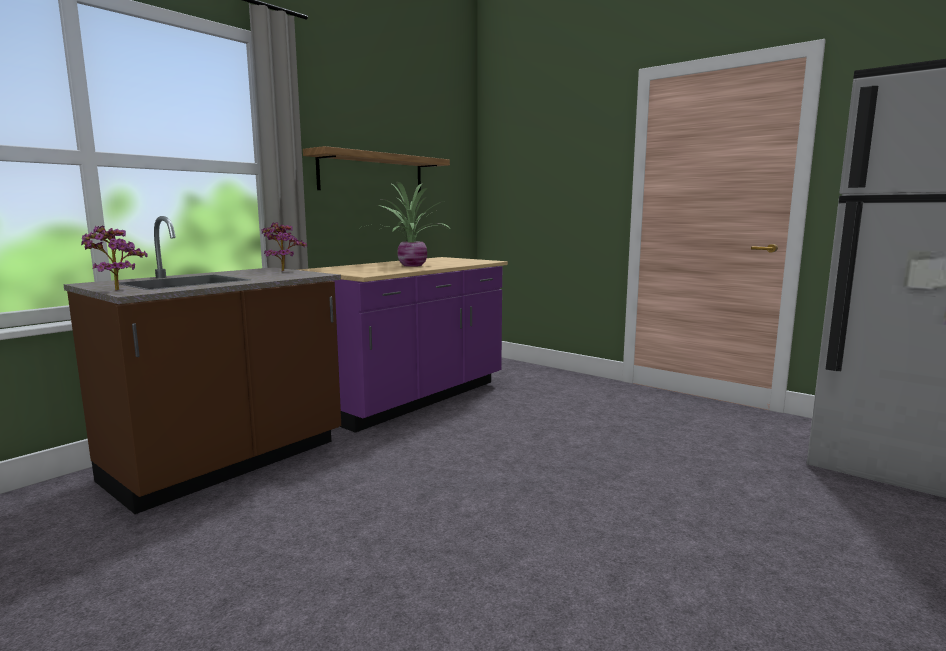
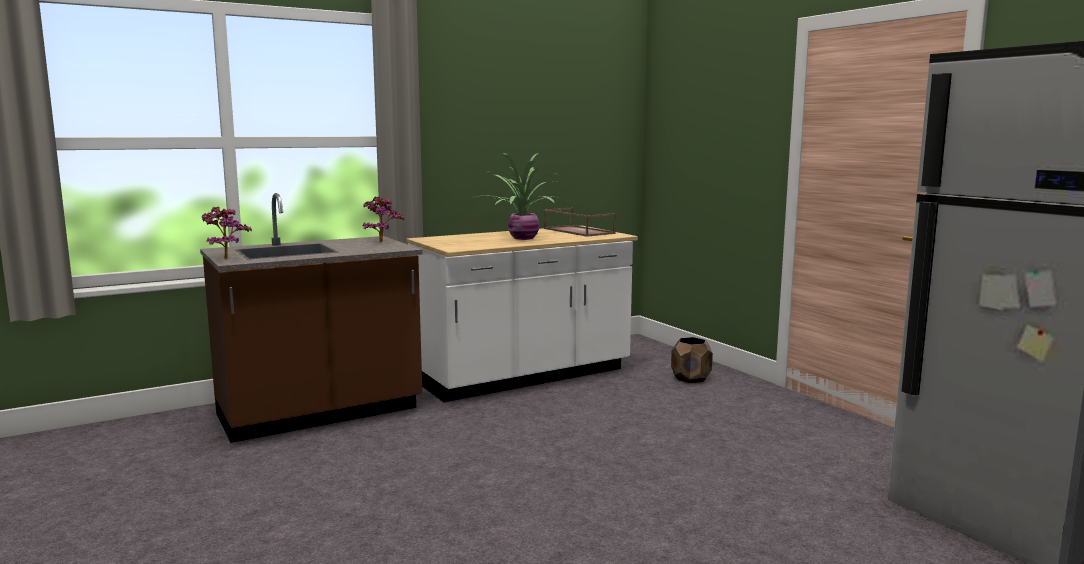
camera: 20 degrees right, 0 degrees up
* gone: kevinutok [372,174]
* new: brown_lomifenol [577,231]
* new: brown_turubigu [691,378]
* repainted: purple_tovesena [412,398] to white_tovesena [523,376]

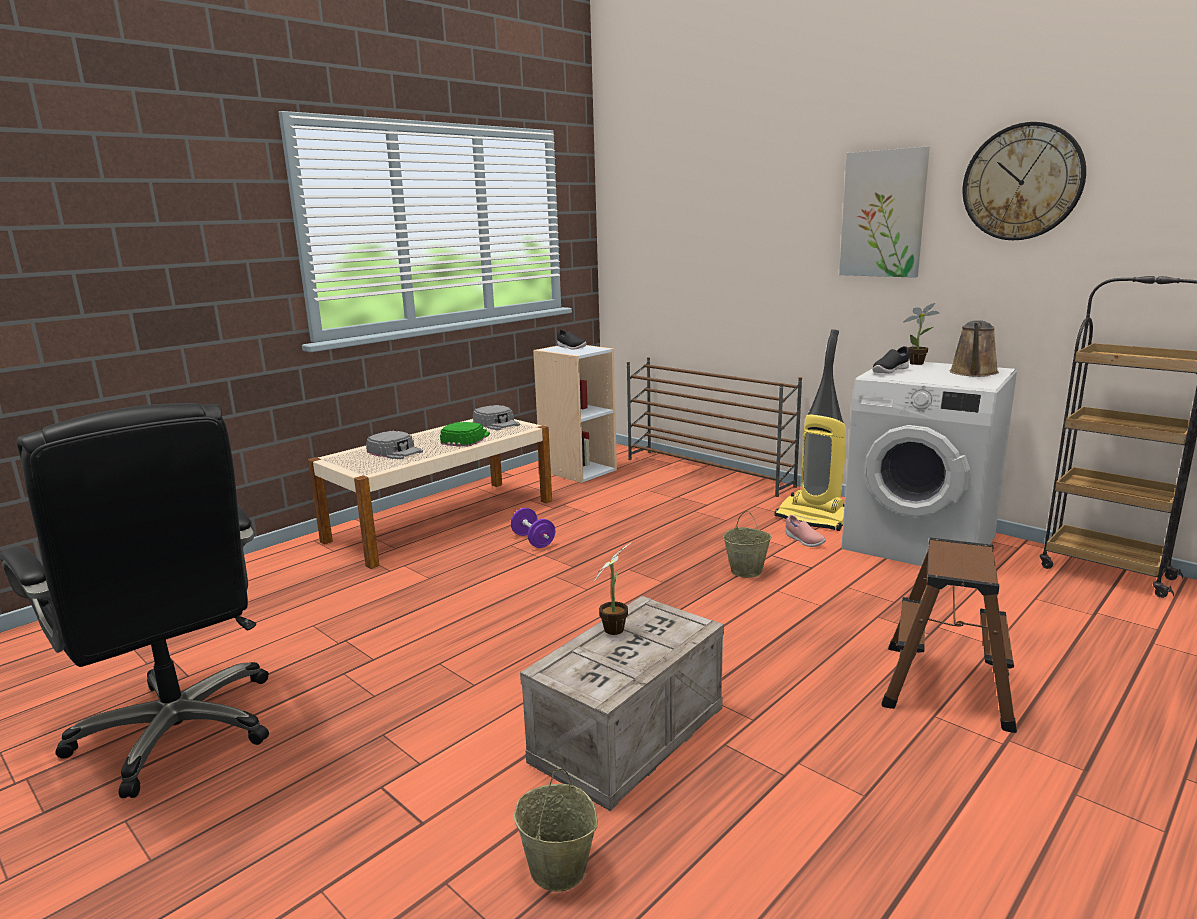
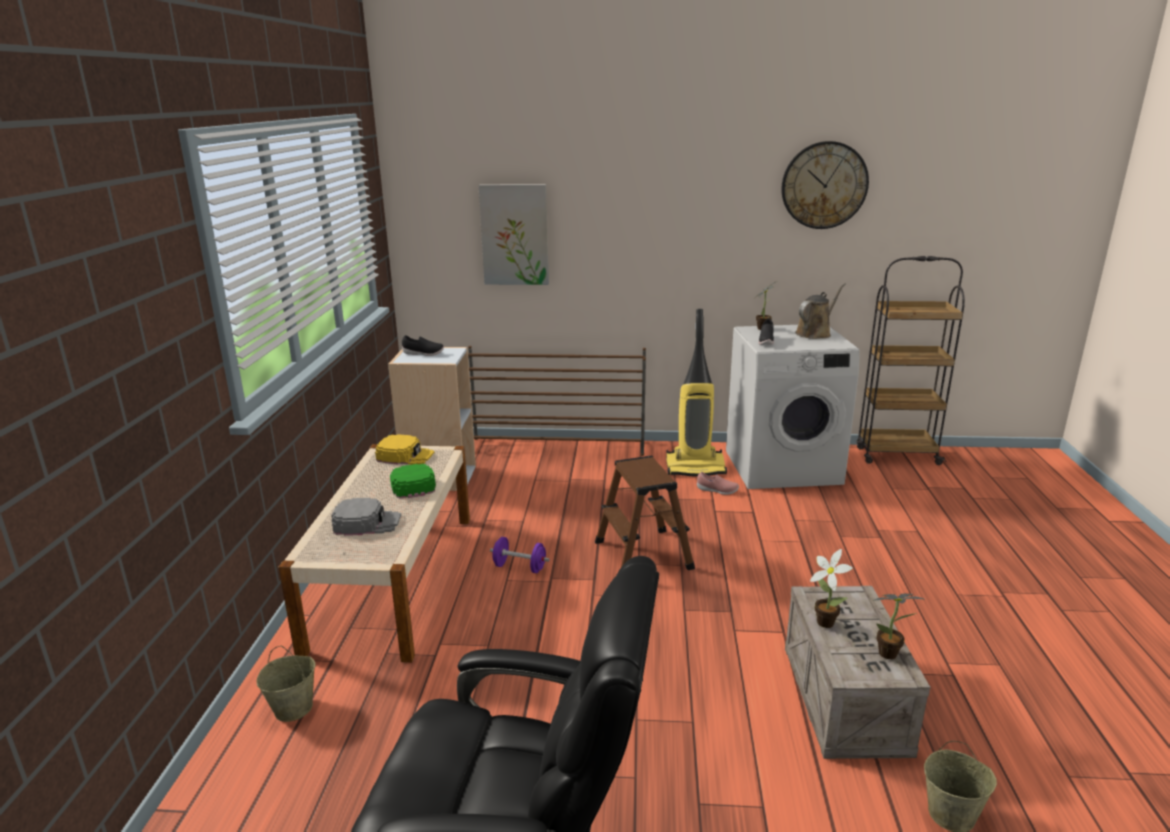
camera: 40 degrees left, 5 degrees up
* new: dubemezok [891,654]
* shifted: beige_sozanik [747,571] to [294,708]
* shifted: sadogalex [883,214] to [515,235]
* shifted: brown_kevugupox [946,686] to [643,555]
* repainted: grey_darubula [497,423] to yellow_darubula [405,456]
* rotated: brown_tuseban [973,373] = [815,333] 120 degrees counterclockwise

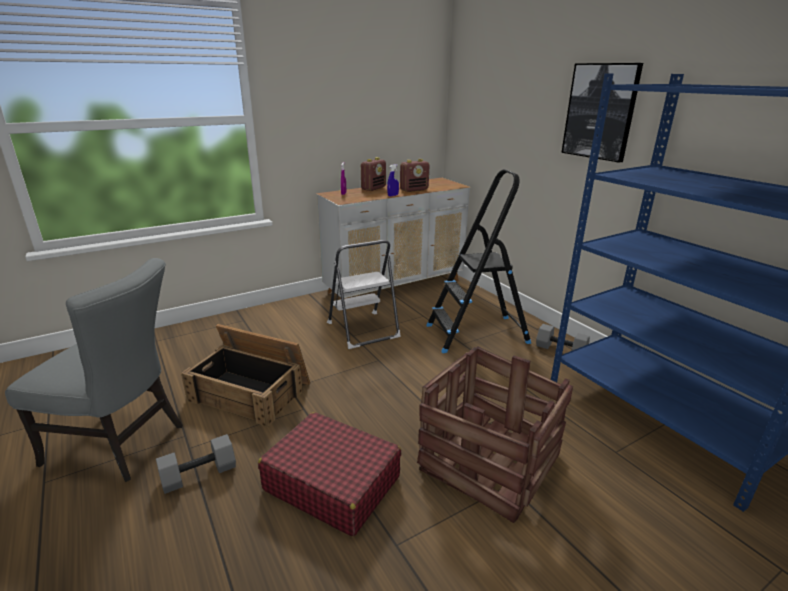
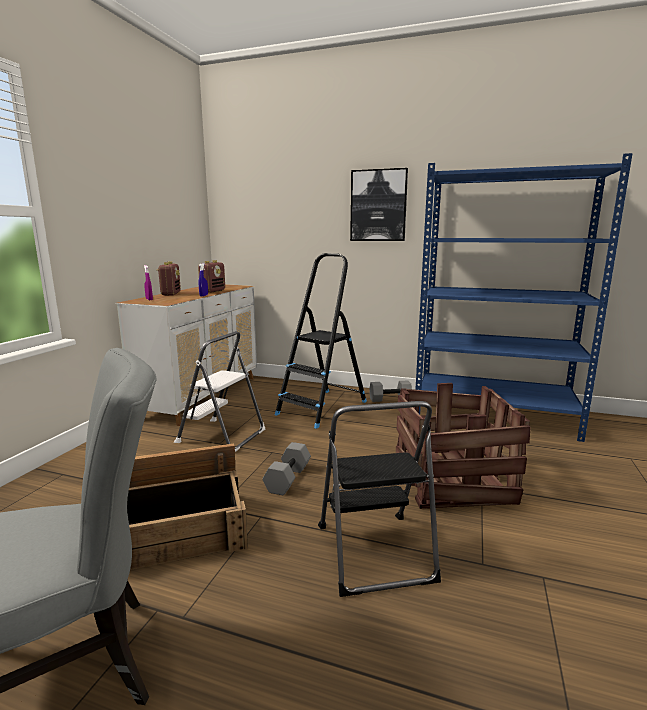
camera: 40 degrees left, 10 degrees down
* shifted: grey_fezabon [199,475] to [288,479]
* swapped: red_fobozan [332,483] to black_kevugupox [375,555]

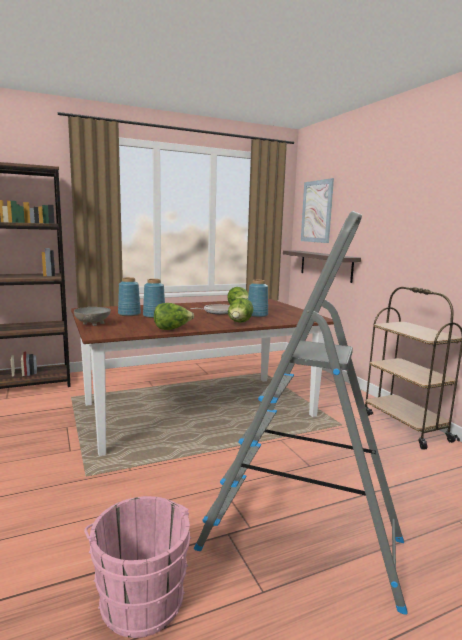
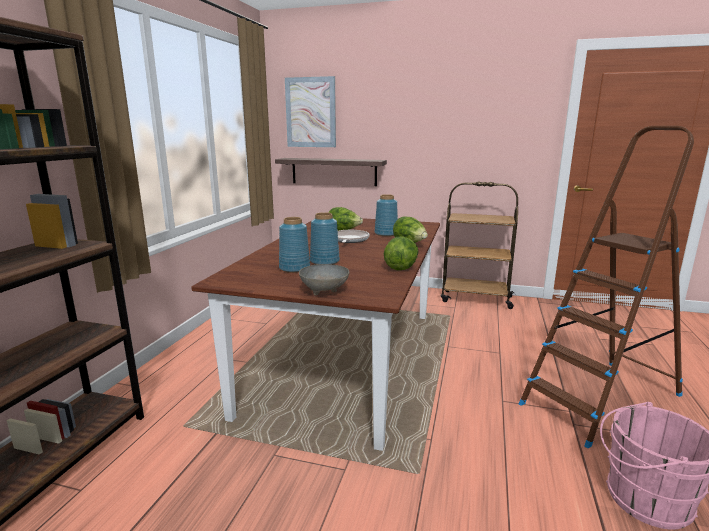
camera: 50 degrees left, 5 degrees up
* repainted: grey_kevugupox [299,544] to brown_kevugupox [601,400]

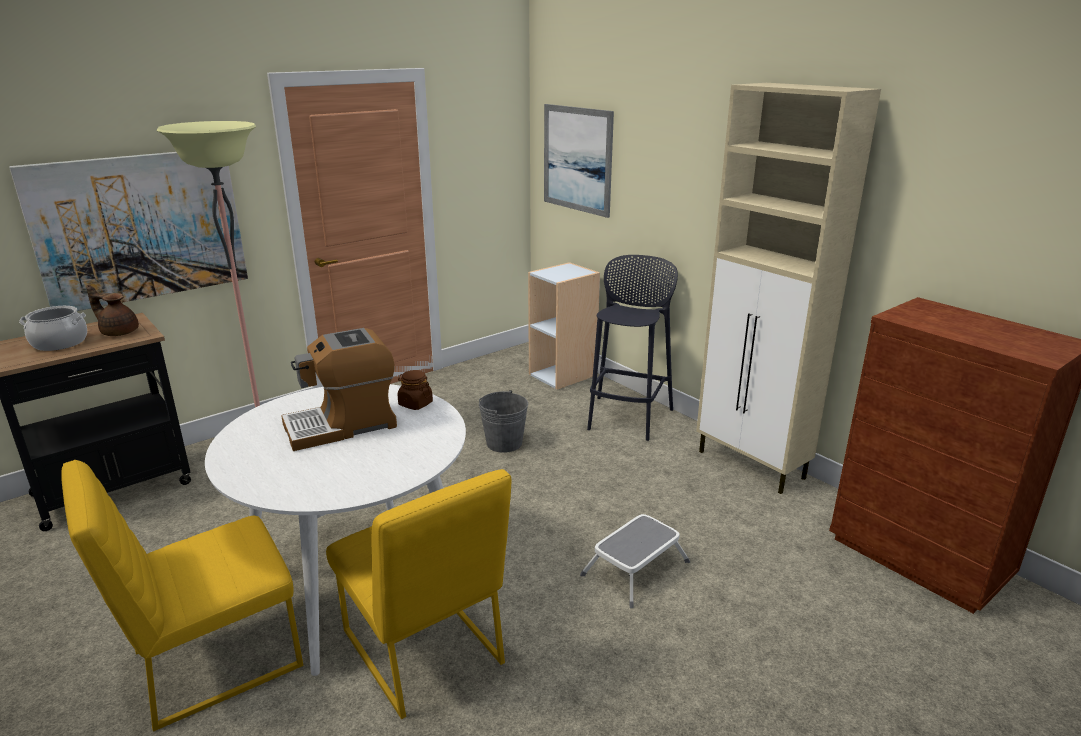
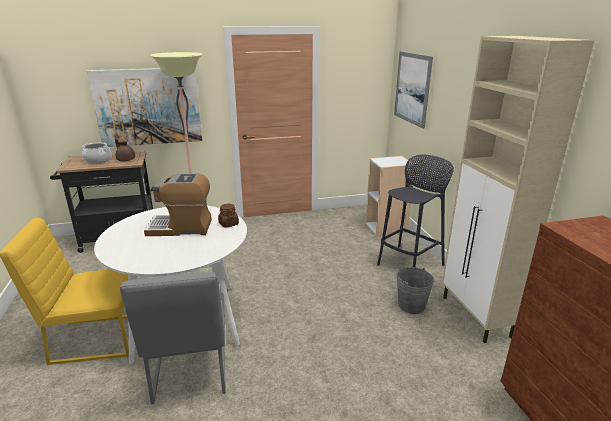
camera: 25 degrees right, 0 degrees up
* gone: grey_kevugupox [635,568]
* shifted: grey_sozanik [504,443] to [411,305]
* repainted: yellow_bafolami [423,650] to grey_bafolami [190,369]

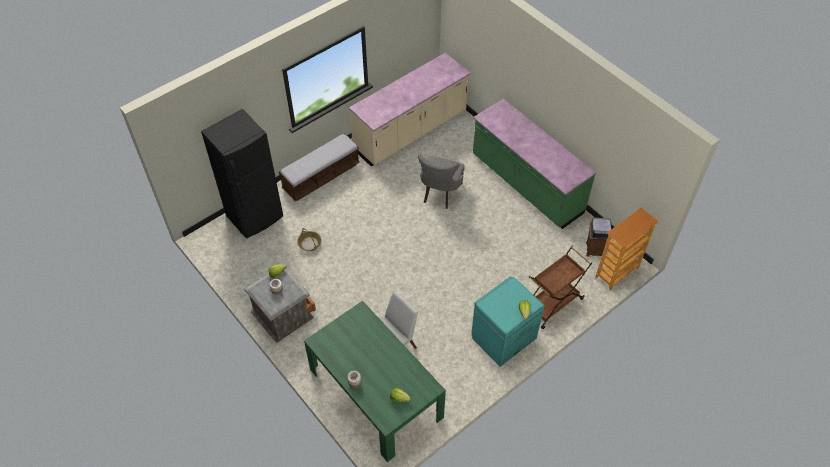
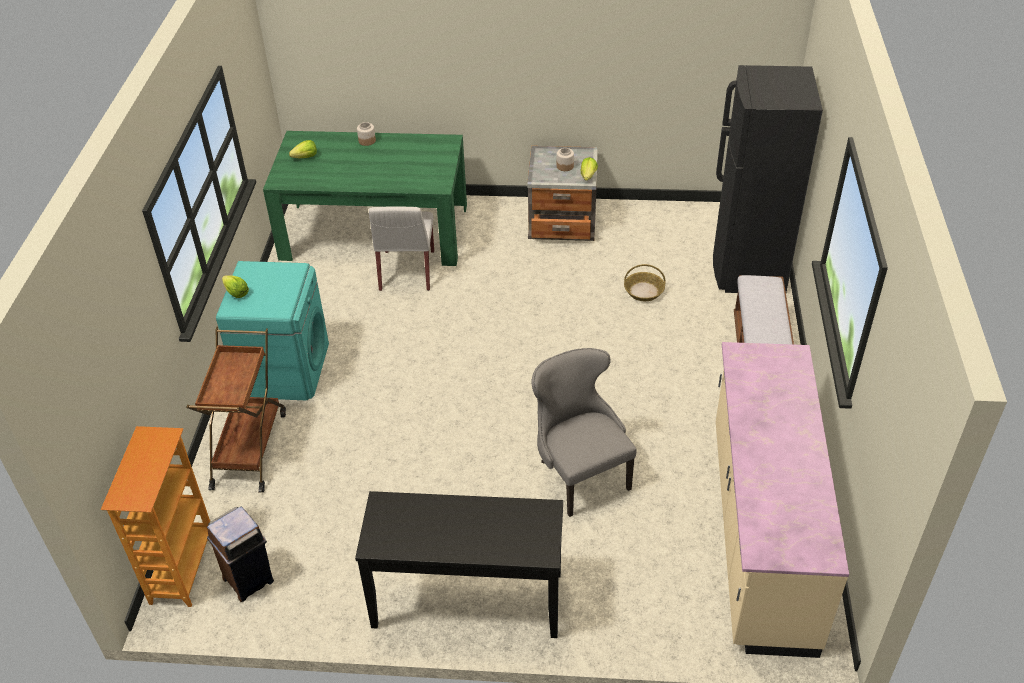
camera: 135 degrees right, 10 degrees down
* swapped: green_tovesena [526,185] to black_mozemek [467,600]

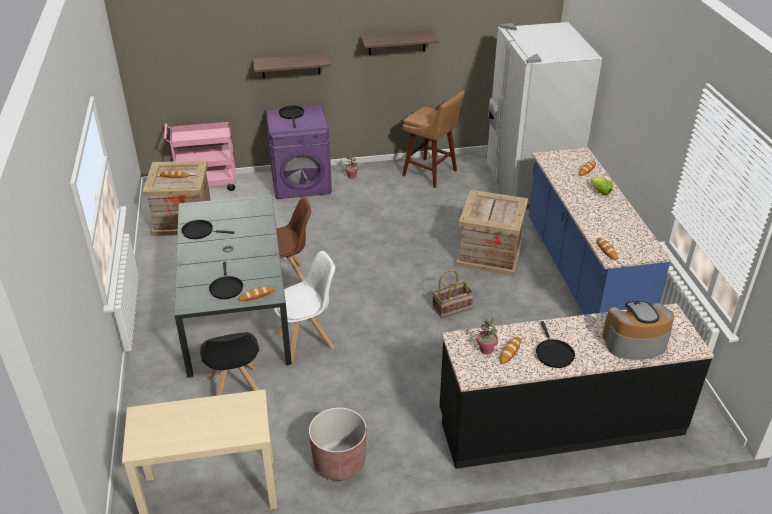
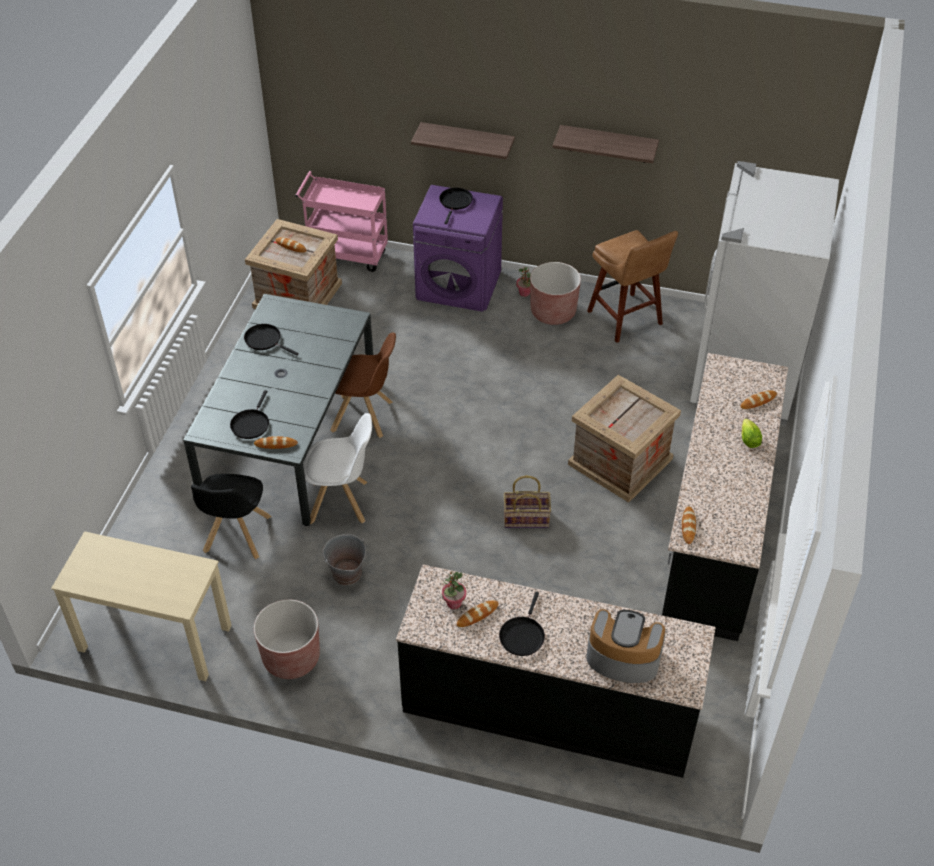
camera: 25 degrees right, 10 degrees up
* new: grey_sozanik [346,573]
* new: brown_turubigu [553,312]
* repainted: blue_tovesena [581,275] to black_tovesena [714,530]

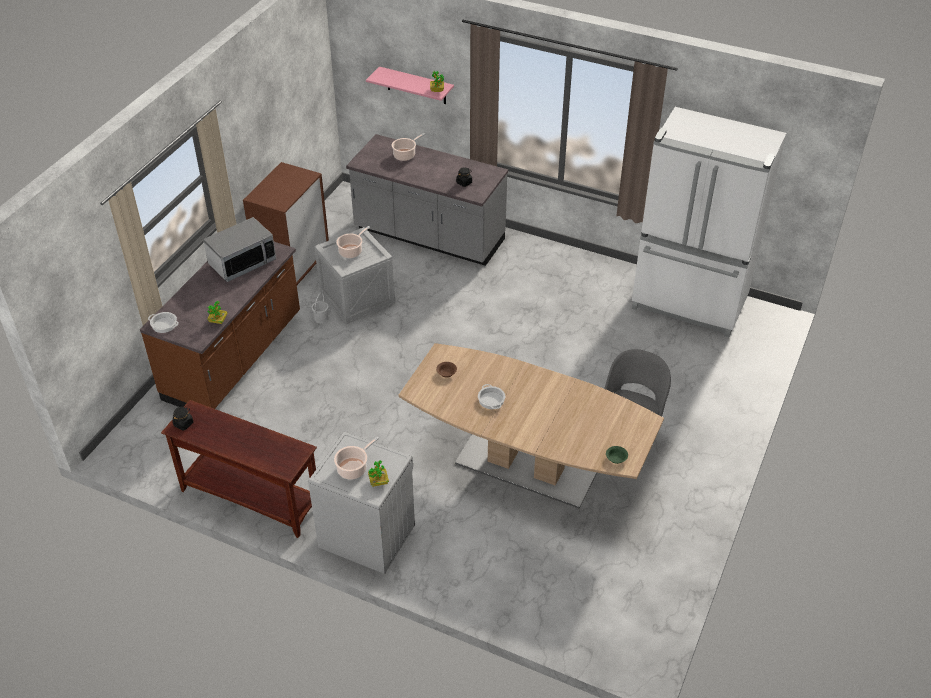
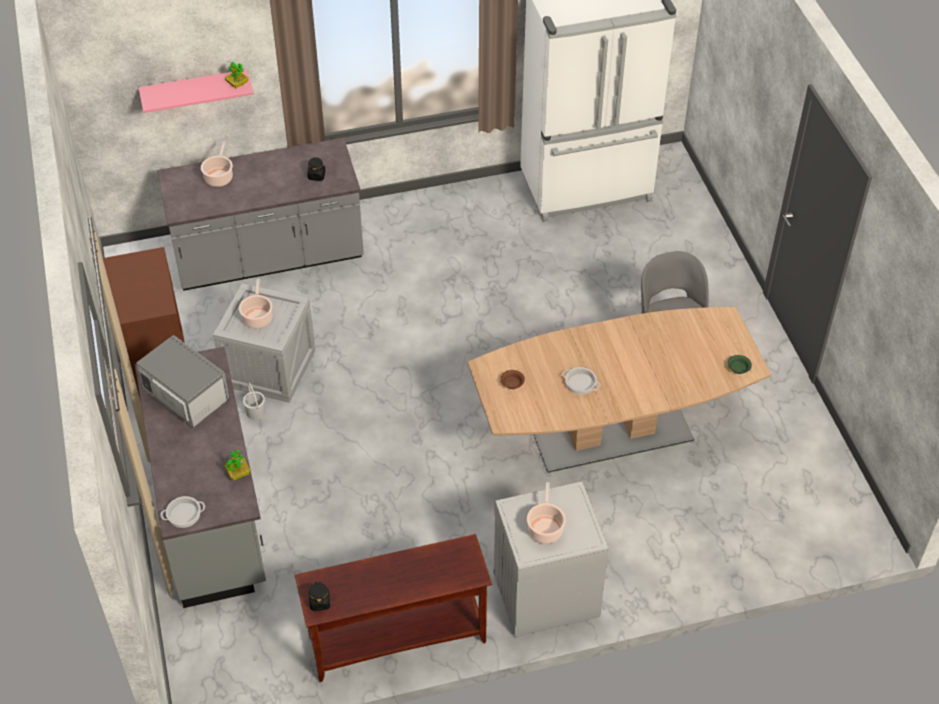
camera: 40 degrees left, 5 degrees up
* gone: dubemezok [378,481]
* repainted: brown_tovesena [234,357] to grey_tovesena [211,511]
* rotated: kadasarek [242,262] = [185,396] 60 degrees counterclockwise

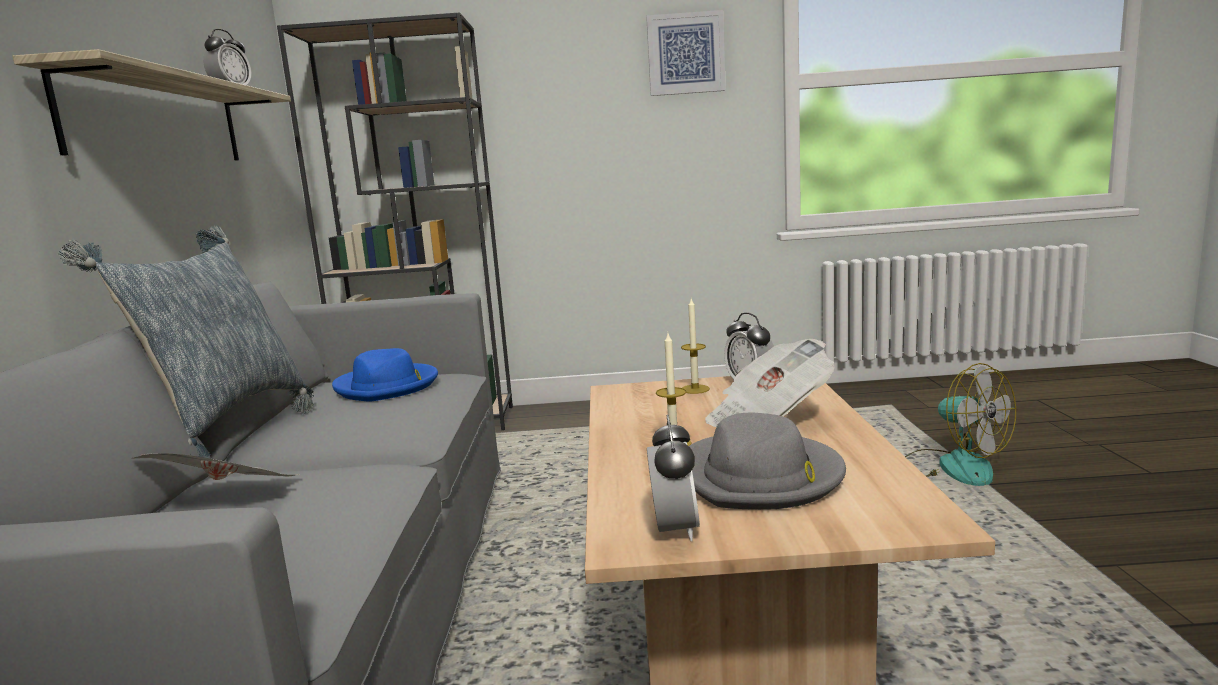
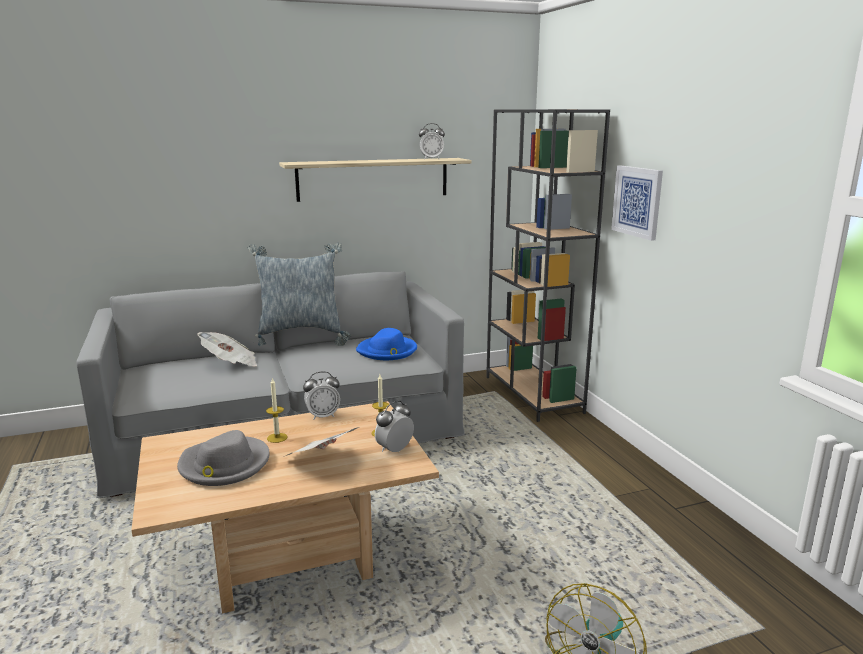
camera: 70 degrees right, 5 degrees up
* shifted: sadogalex [685,54] to [637,201]
* shifted: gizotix [675,530] to [323,416]

